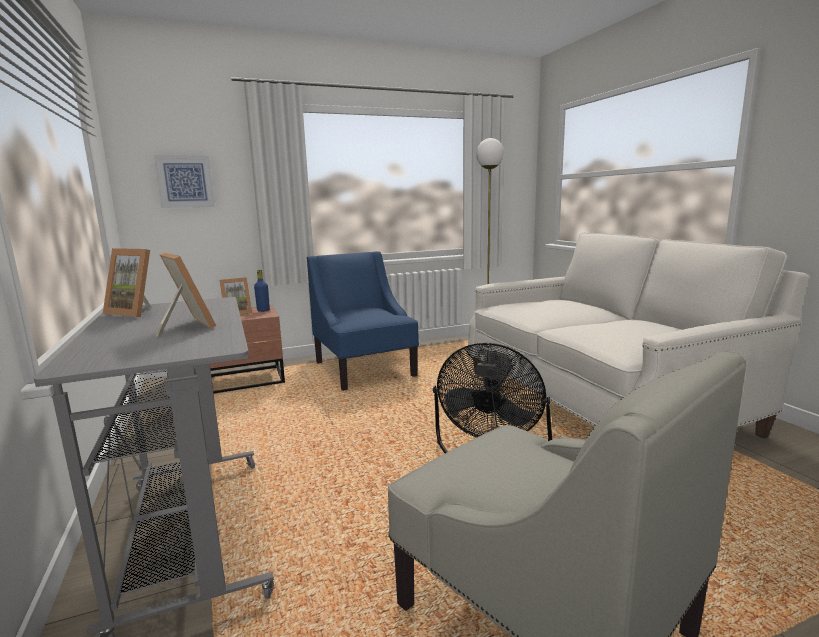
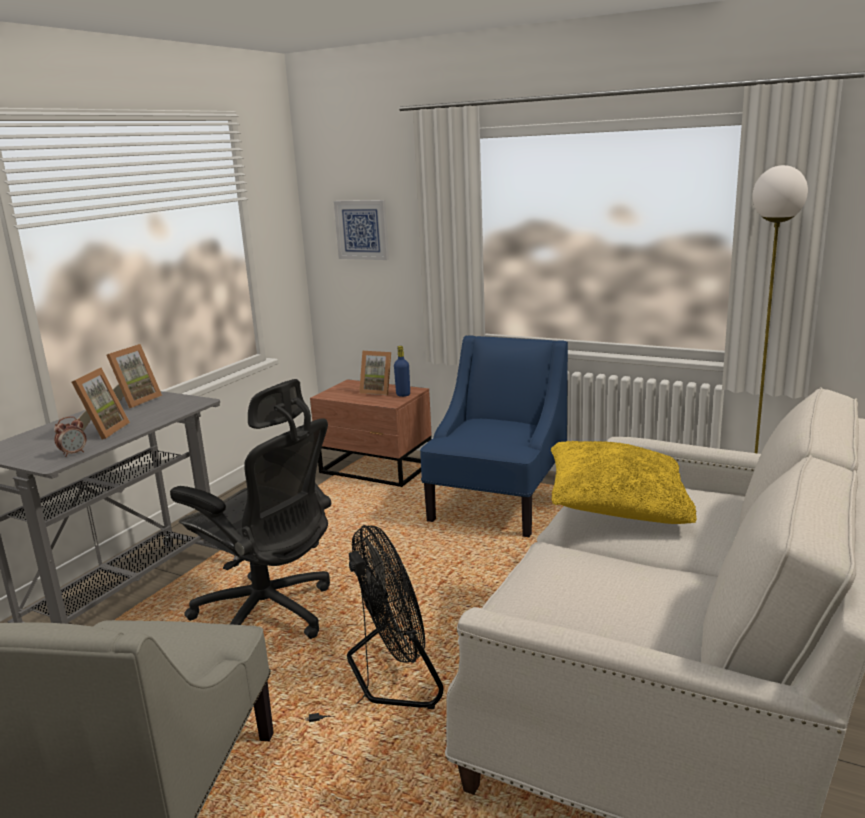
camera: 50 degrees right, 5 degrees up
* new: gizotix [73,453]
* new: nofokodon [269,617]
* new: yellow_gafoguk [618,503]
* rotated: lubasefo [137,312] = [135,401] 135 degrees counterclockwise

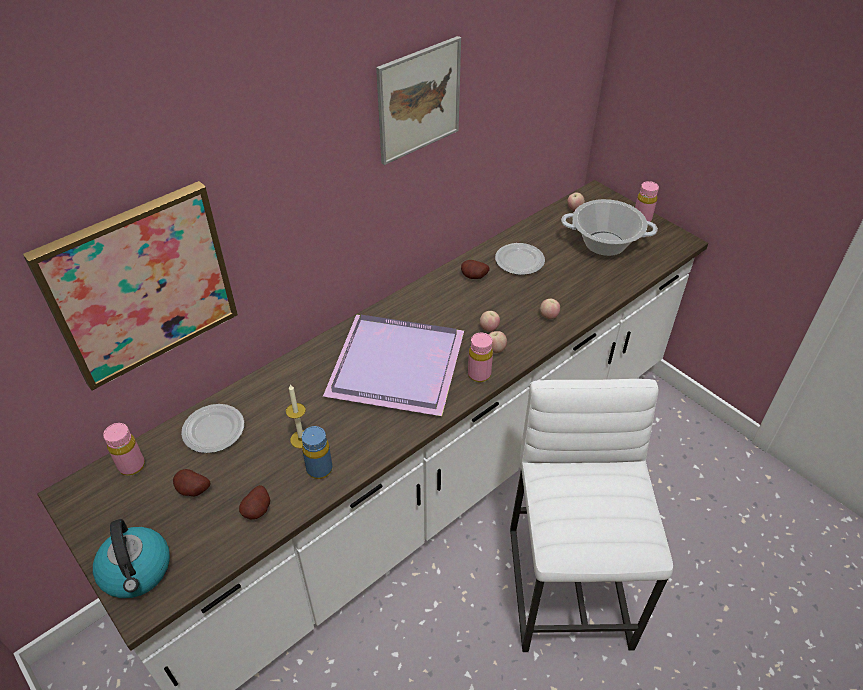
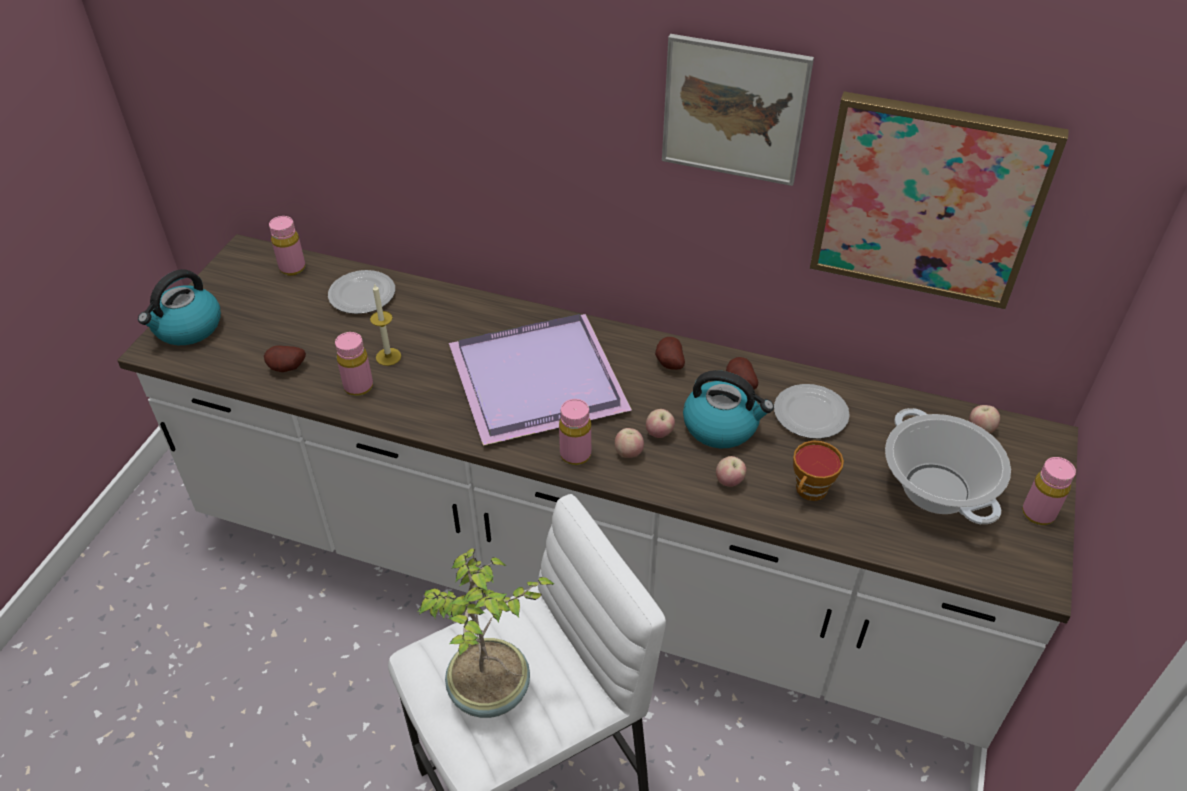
camera: 60 degrees right, 0 degrees up
* new: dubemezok [491,692]
* new: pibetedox [722,426]
* new: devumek [809,491]
* shifted: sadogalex [141,285] to [928,200]
* shifted: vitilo [193,491] to [668,363]
* repainted: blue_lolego [319,469] to pink_lolego [358,387]

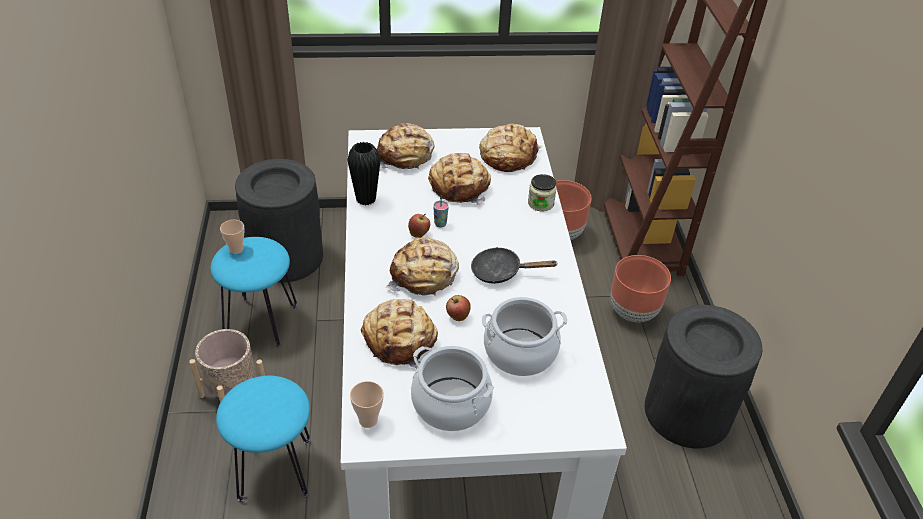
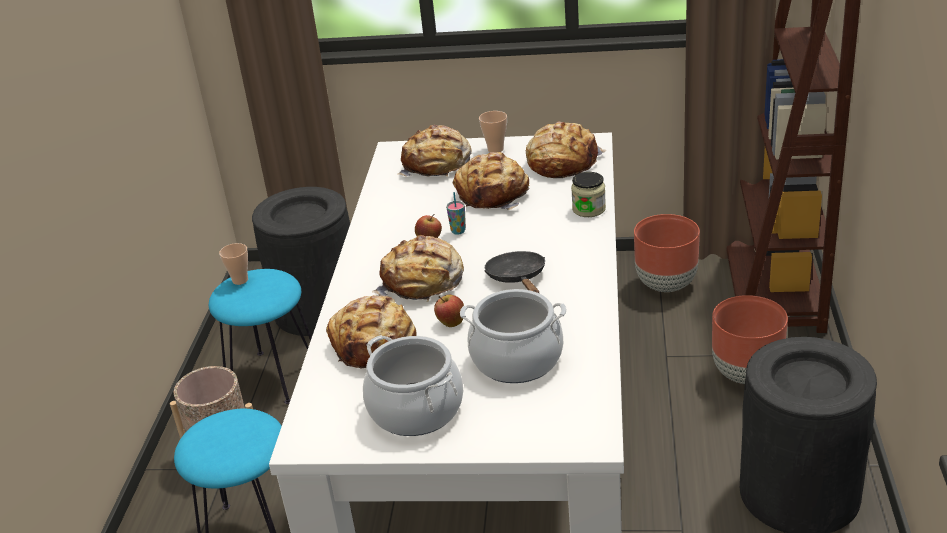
camera: 15 degrees right, 10 degrees down
* gone: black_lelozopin [366,199]
* shifted: devumek [368,420] to [495,149]
* rotated: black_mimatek [501,272] = [518,278] 60 degrees clockwise

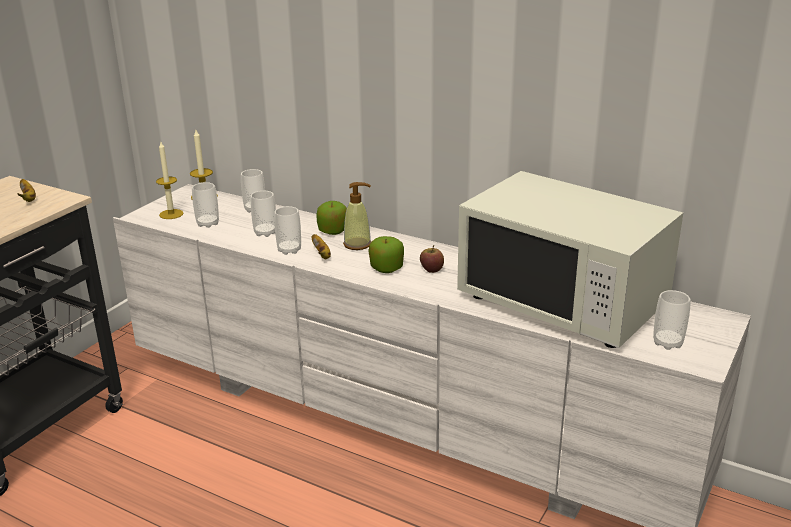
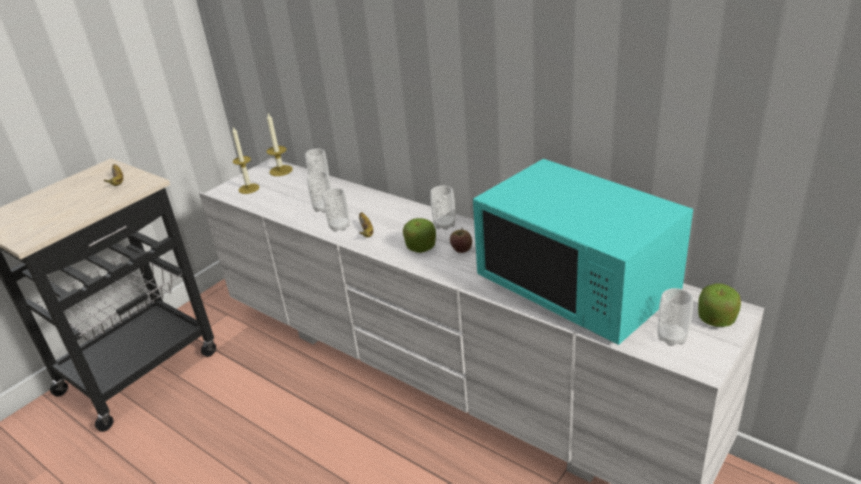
camera: 10 degrees right, 5 degrees up
* gone: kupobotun [357,244]
* shifted: devumek [208,223] to [444,225]
* shifted: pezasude [333,231] to [716,319]
* repainted: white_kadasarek [563,302] to turquoise_kadasarek [577,288]

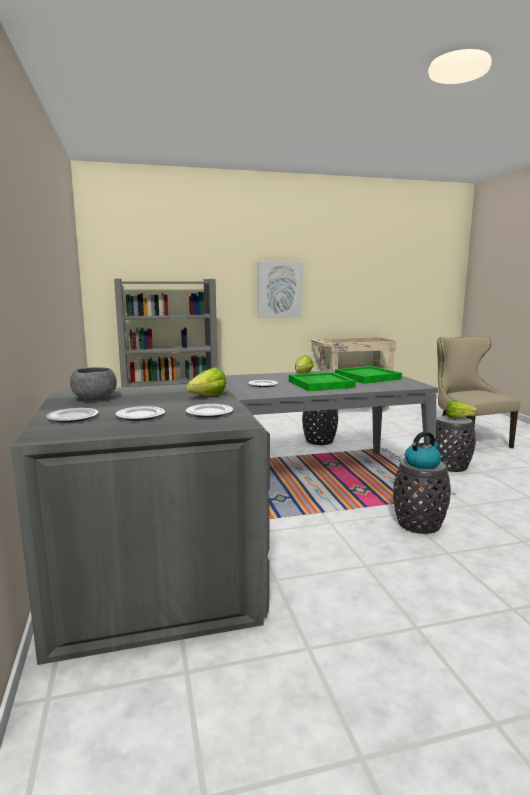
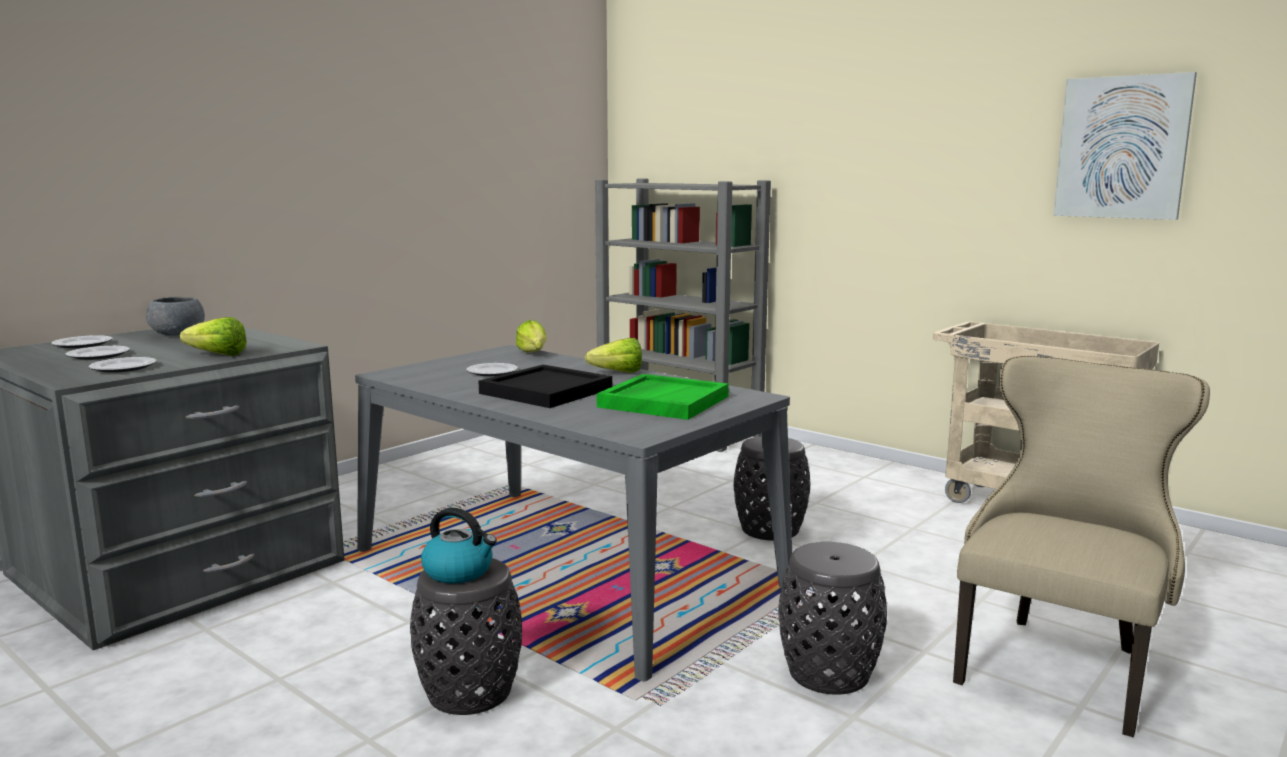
camera: 55 degrees right, 0 degrees up
* shifted: sadogalex [279,290] to [1122,147]
* shifted: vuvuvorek [460,418] to [533,354]
* repainted: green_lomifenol [320,384] to black_lomifenol [546,391]

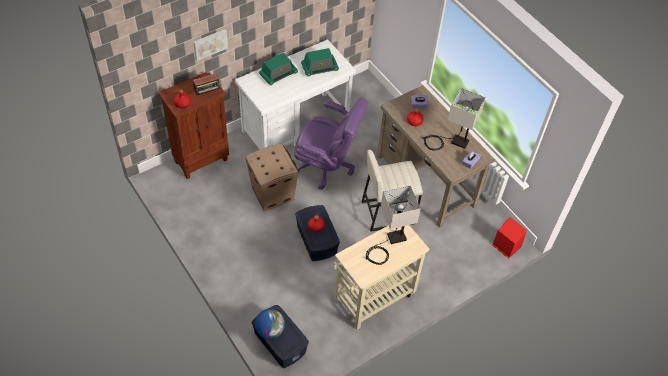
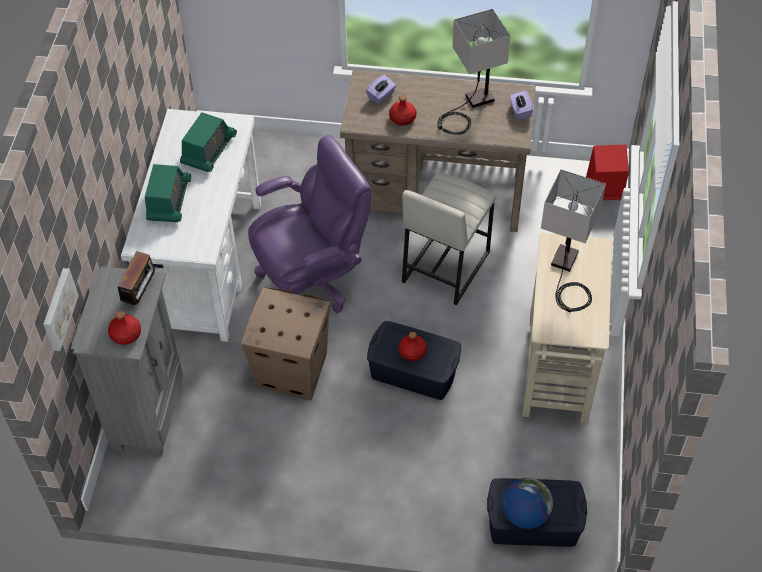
camera: 45 degrees left, 0 degrees up
* shifted: sadogalex [210,44] to [58,309]
* repainted: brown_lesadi [201,161] to grey_lesadi [149,417]

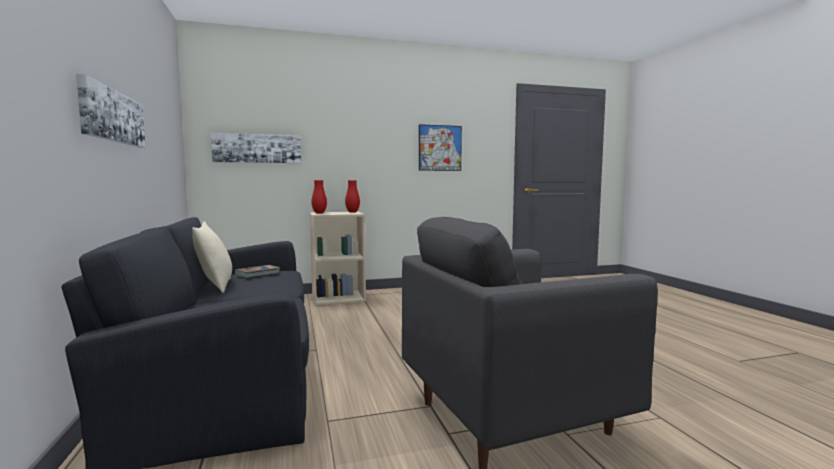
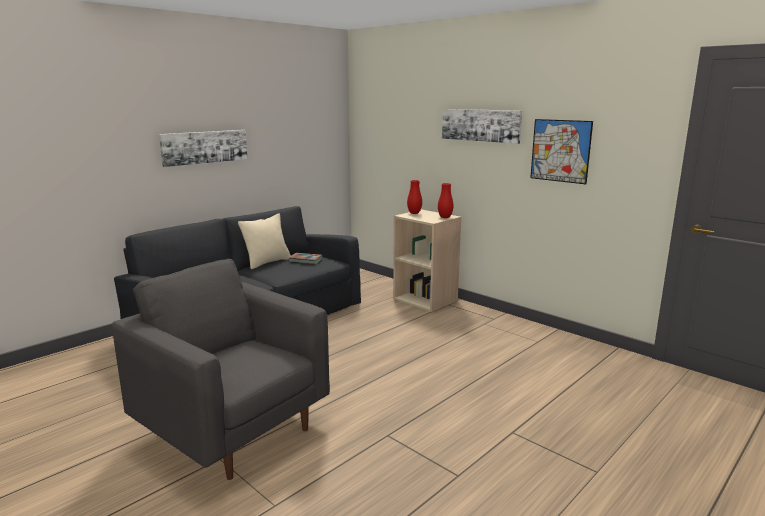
camera: 60 degrees right, 10 degrees up
* shifted: sadogalex [257,148] to [480,125]

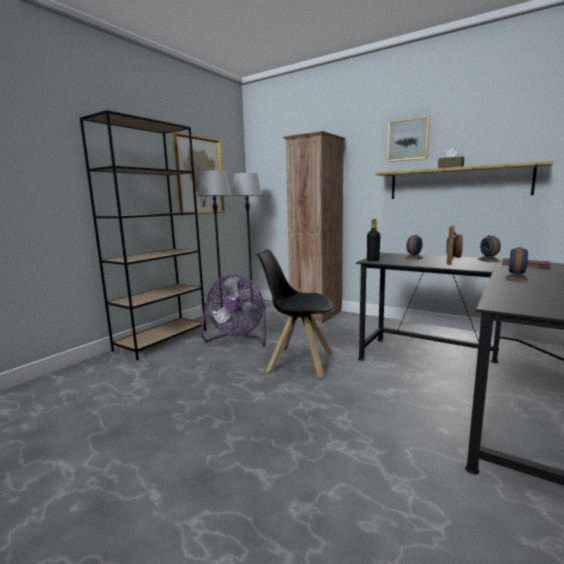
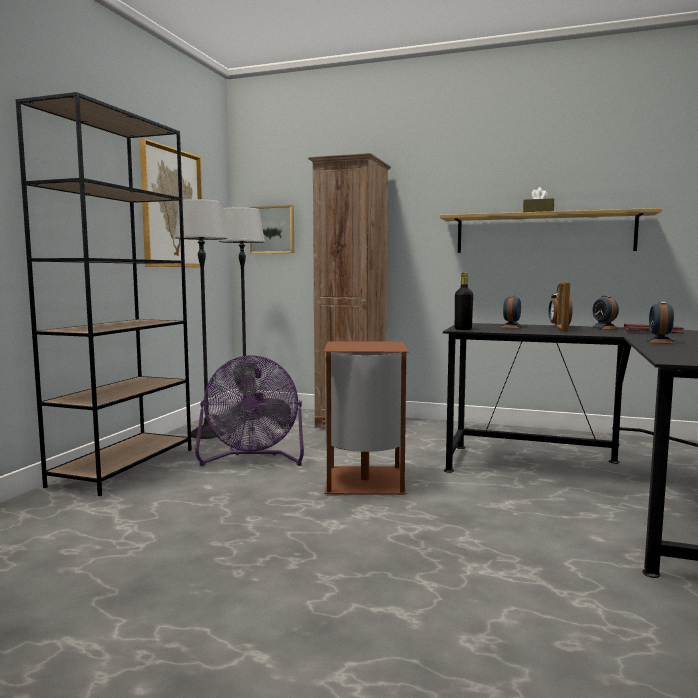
camera: 15 degrees left, 5 degrees down
* shifted: sadogalex [408,140] to [273,230]
* swapped: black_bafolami [298,362] to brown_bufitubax [363,480]

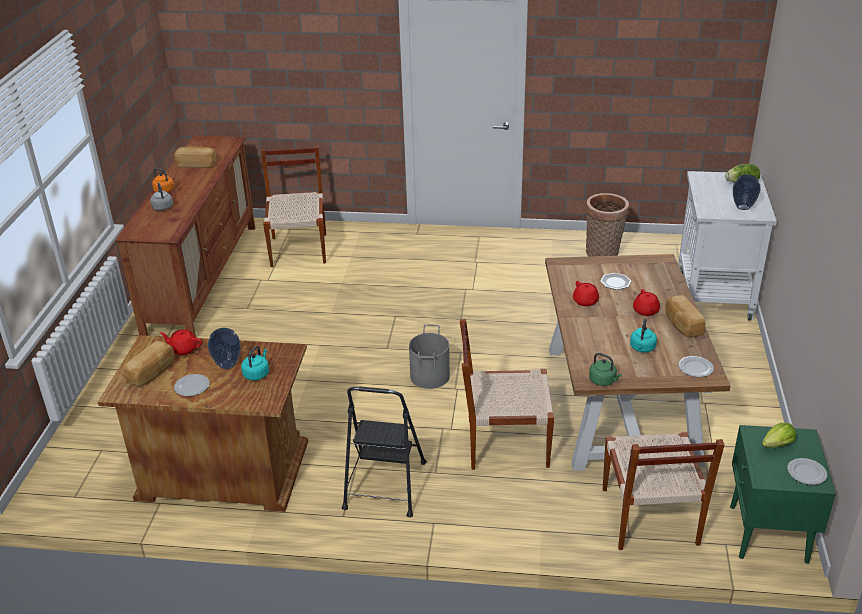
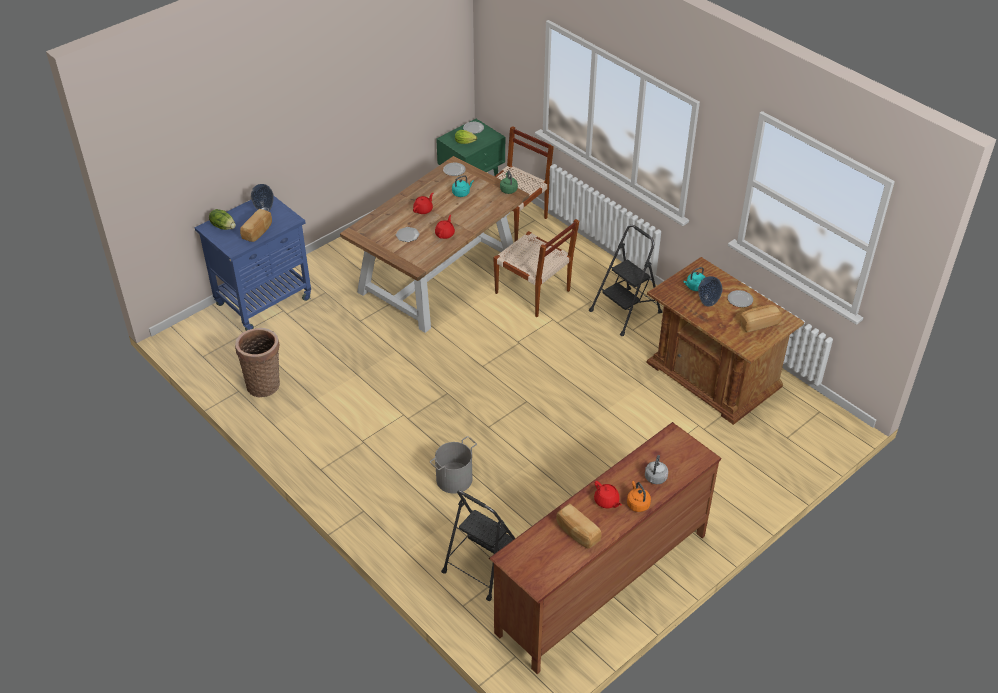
camera: 140 degrees left, 10 degrees up
* shifted: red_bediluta [183,349] to [606,501]
* shifted: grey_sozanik [429,376] to [454,479]
* shifted: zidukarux [682,325] to [258,232]
* swapped: bafolami [299,249] to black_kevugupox [483,564]
* repainted: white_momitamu [713,296] to blue_momitamu [264,302]

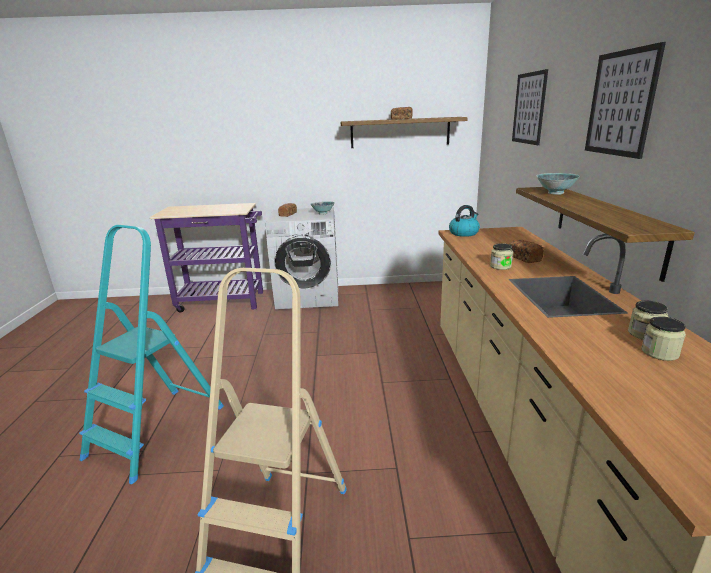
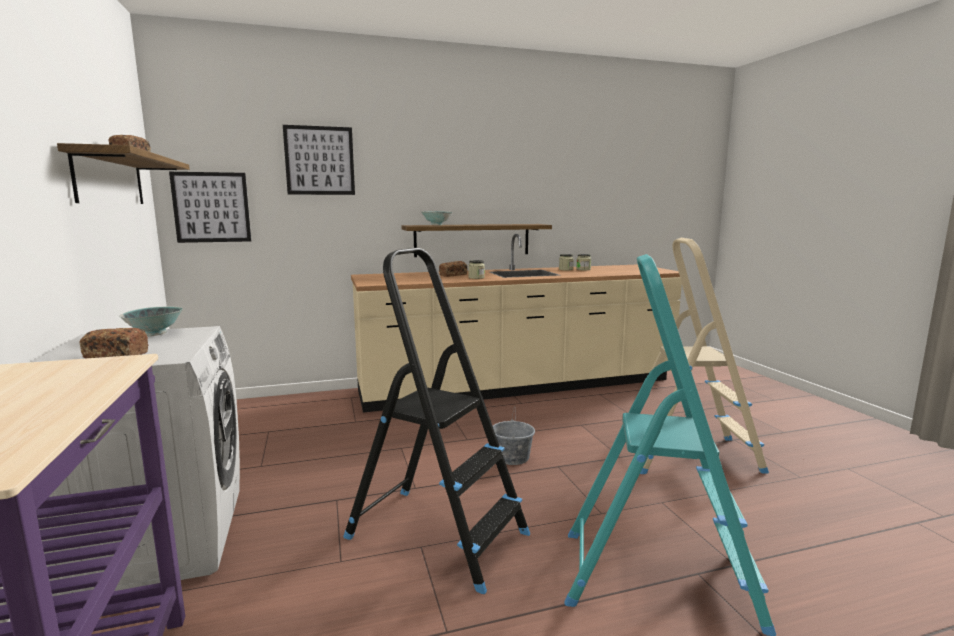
camera: 105 degrees left, 10 degrees down
* gone: pibetedox [464,233]
* new: black_kevugupox [439,536]
* new: grey_sozanik [512,457]
* shifted: sadogalex [620,103] to [211,207]

